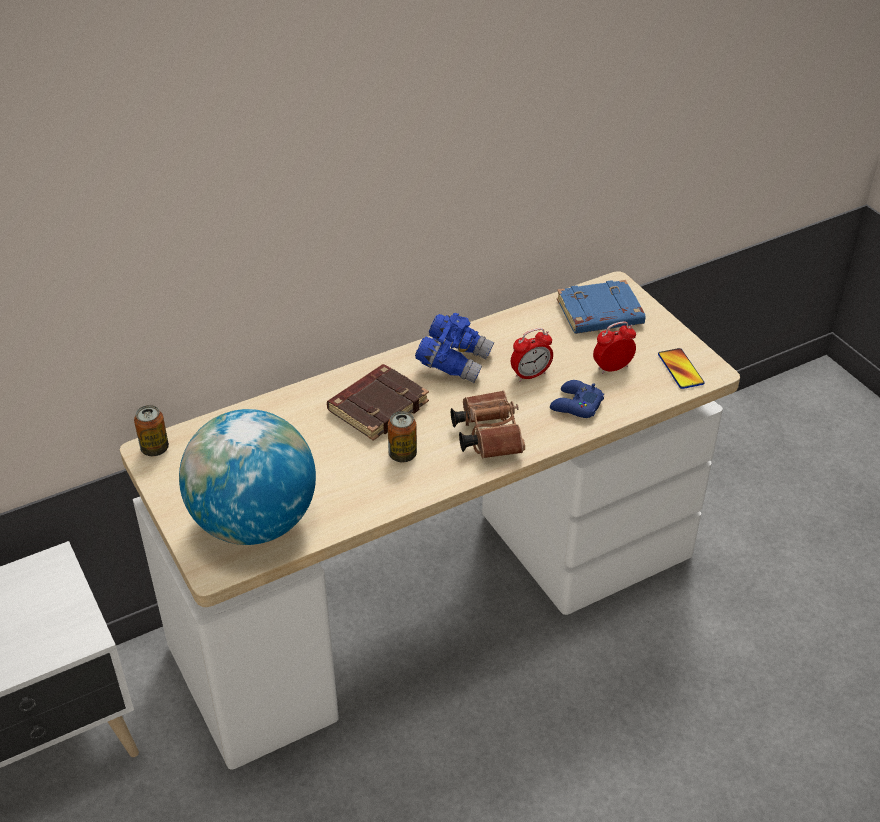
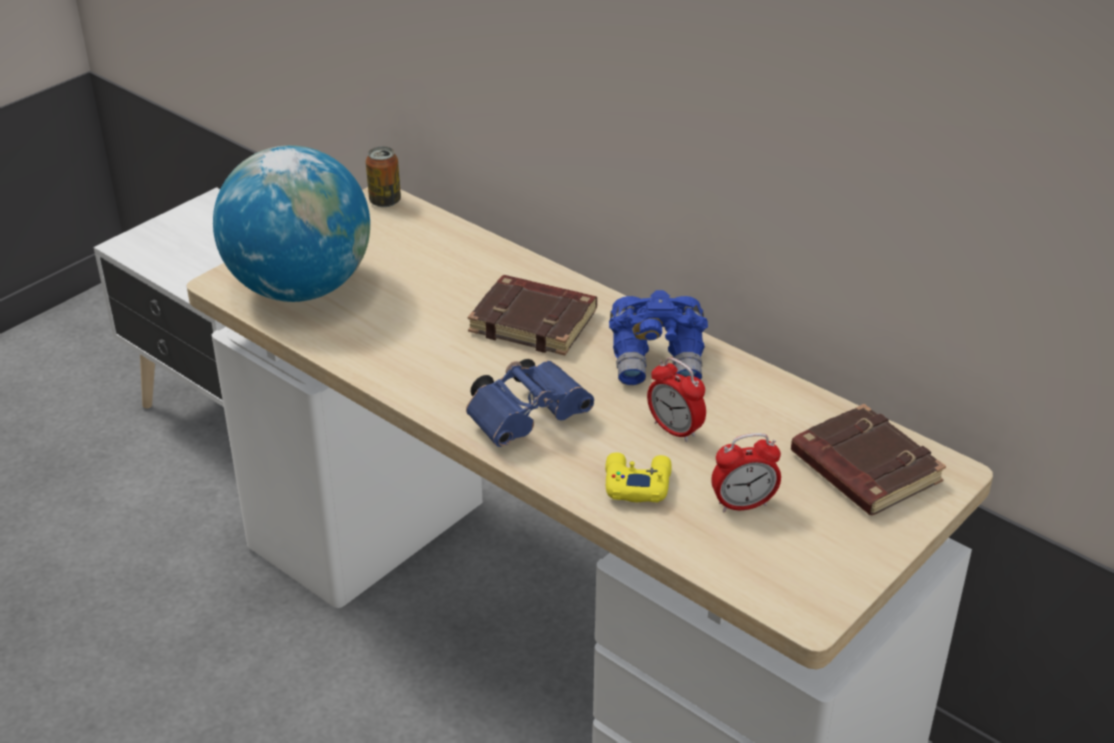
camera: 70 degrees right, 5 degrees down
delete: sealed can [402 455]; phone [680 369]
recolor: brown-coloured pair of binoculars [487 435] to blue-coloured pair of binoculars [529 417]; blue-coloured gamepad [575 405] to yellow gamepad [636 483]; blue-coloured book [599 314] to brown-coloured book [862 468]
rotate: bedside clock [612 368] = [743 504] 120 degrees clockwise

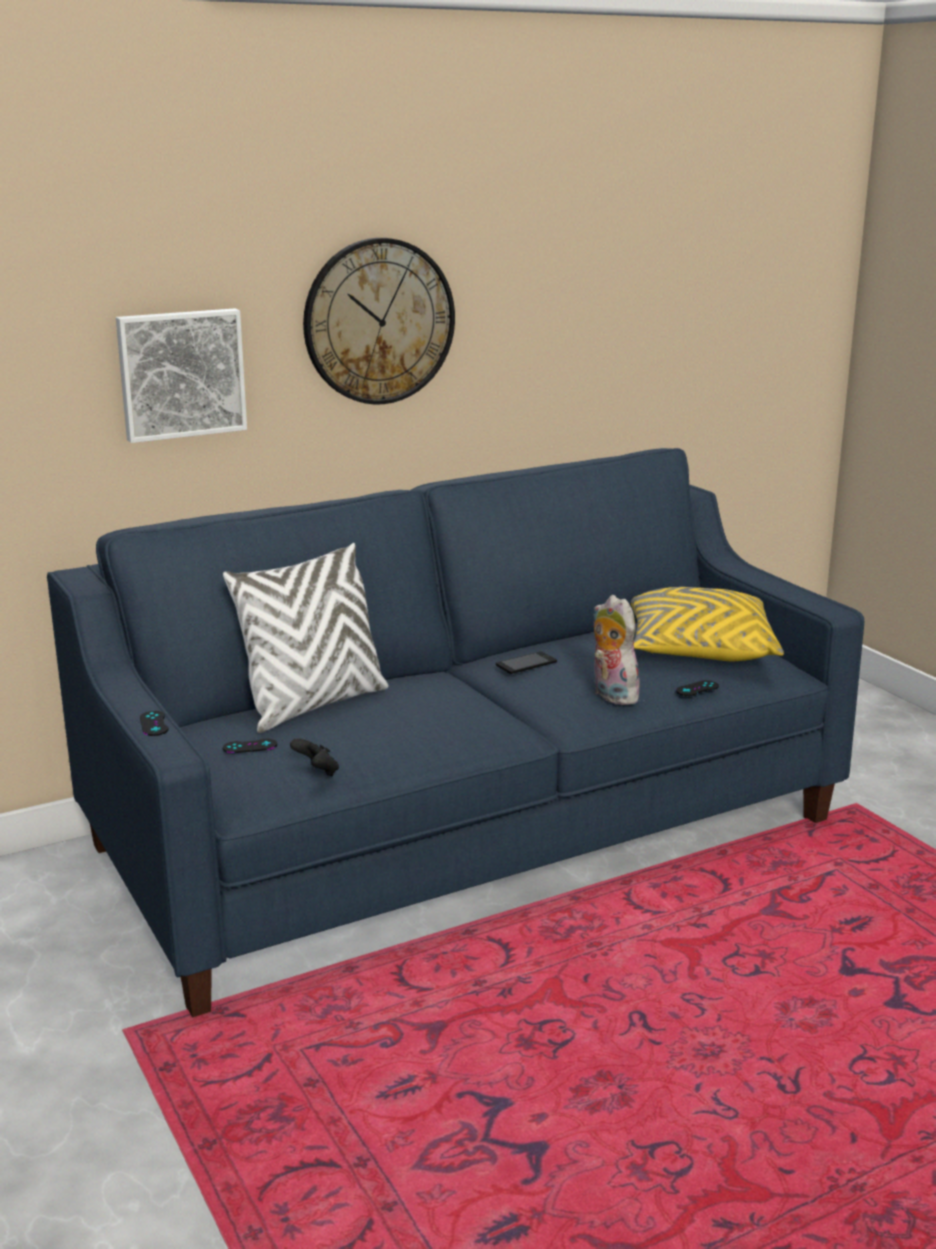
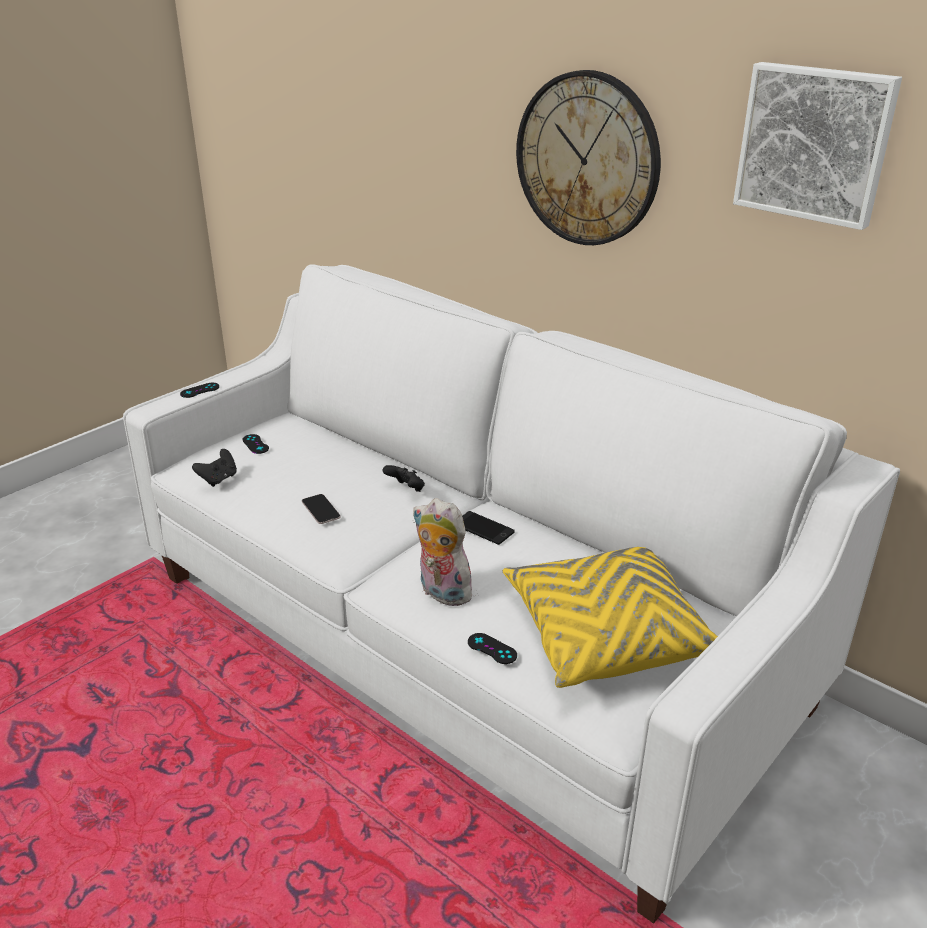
camera: 70 degrees right, 10 degrees up
delete: whitish pillow [313 705]
insert: phone [321 509]; blackish gamepad [406 489]
move: wall art [181 373] to [814 143]
recolor: blue-coloured settee [467 833] to whitish settee [465 639]
rotate: soft toy [611 695] = [441 593] 90 degrees counterclockwise

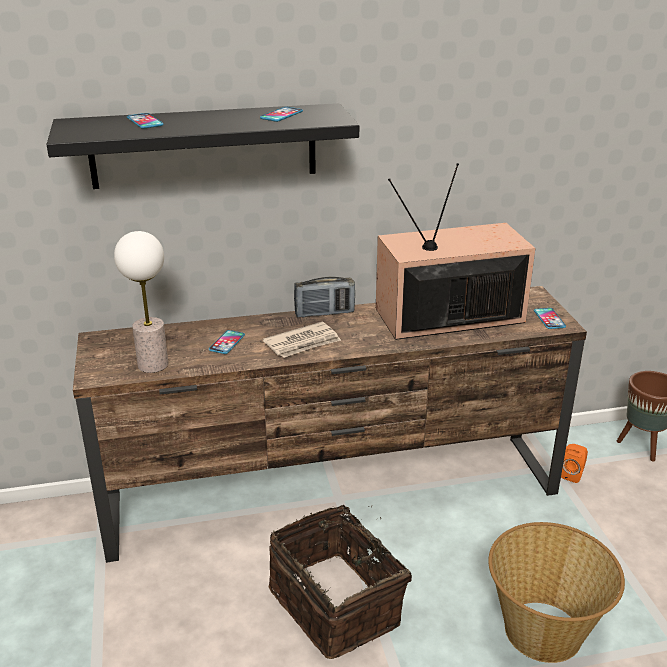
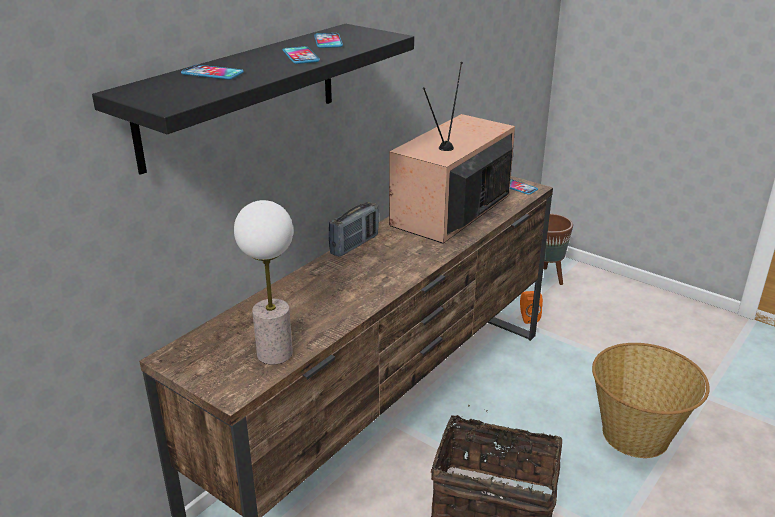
camera: 40 degrees left, 0 degrees up
delete: daily paper [303 343]
move: phone [227 342] to [300 56]

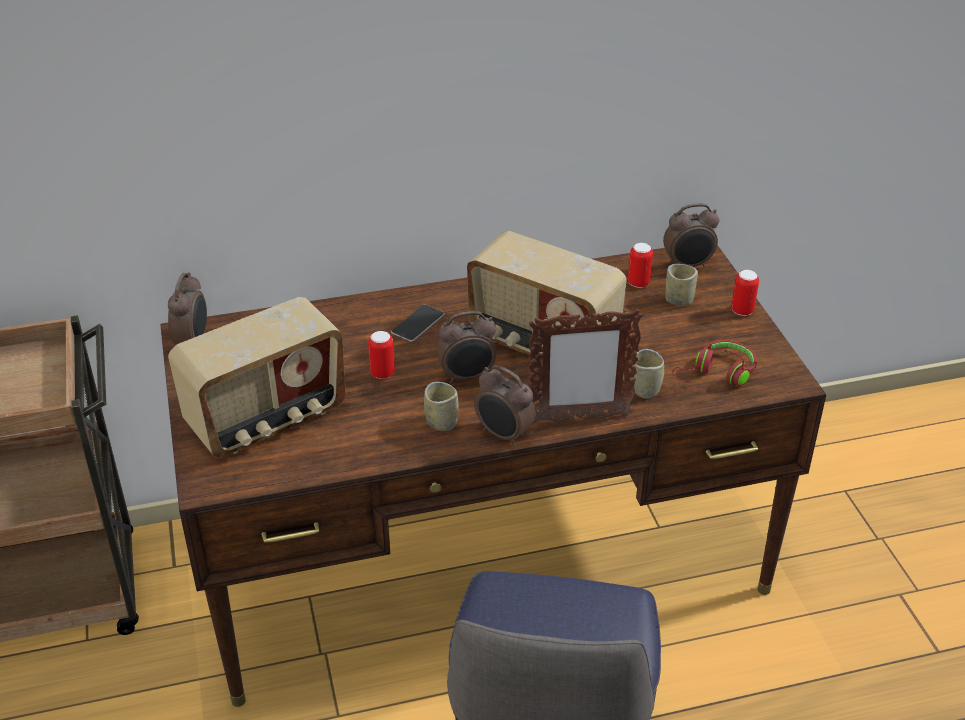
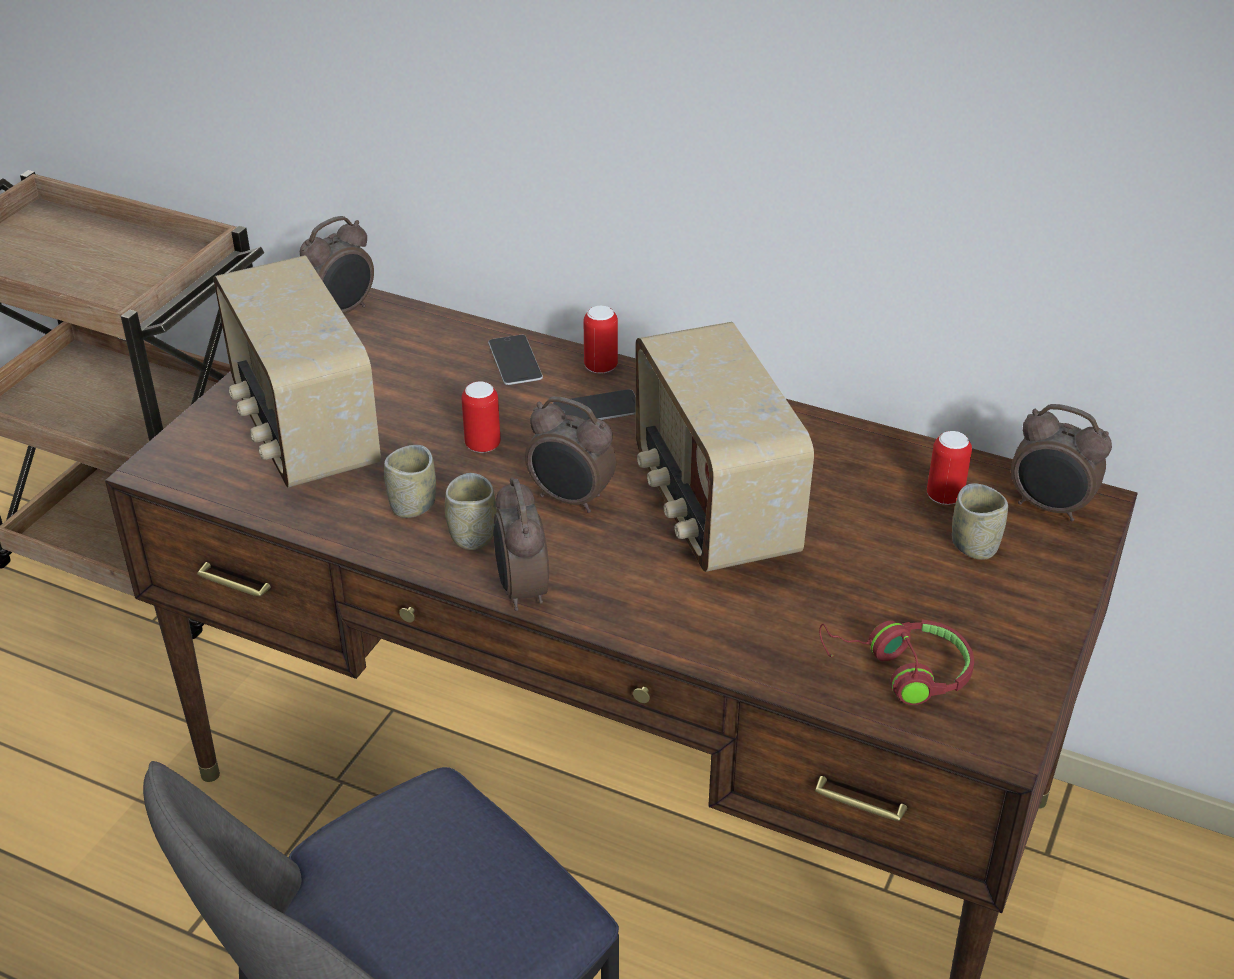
camera: 40 degrees right, 0 degrees up
delete: picture frame [579 418]
insert: phone [515 360]
move: drinking cup [645 389] to [413 505]; sealed can [742 311] to [601 367]
rotate: radio receiver [267 419] = [302 432] 60 degrees clockwise

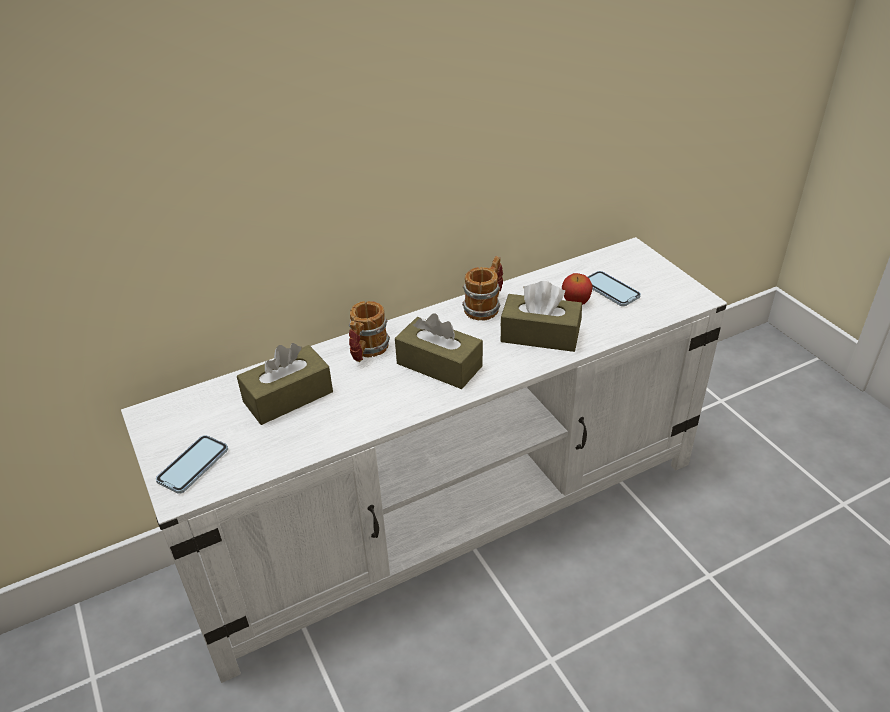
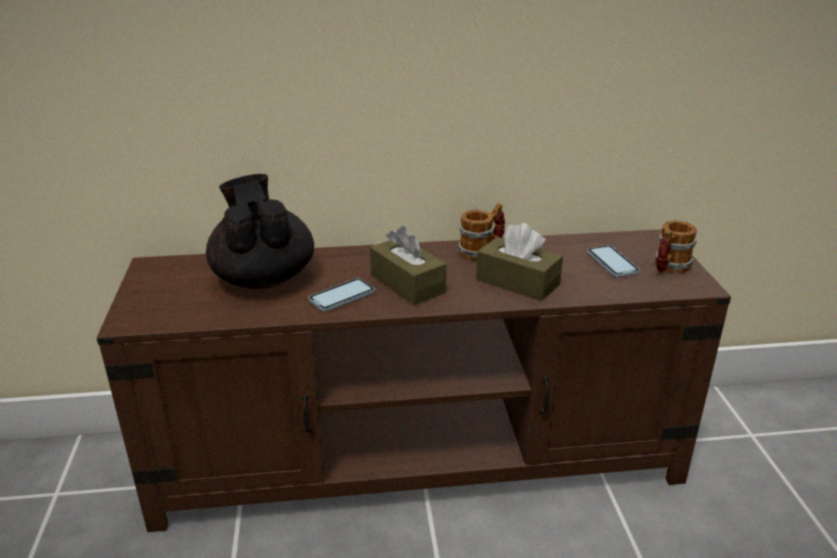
camera: 20 degrees right, 10 degrees down
delete: apple fruit [575 301]
move: phone [193 465] to [342 296]; coffee mug [367 351] to [668 268]
replace: brown-coloured tissue holder [288 397] to blackish tea pot [263 277]
recolor: whitish tv unit [451 514] to brown-coloured tv unit [420 458]

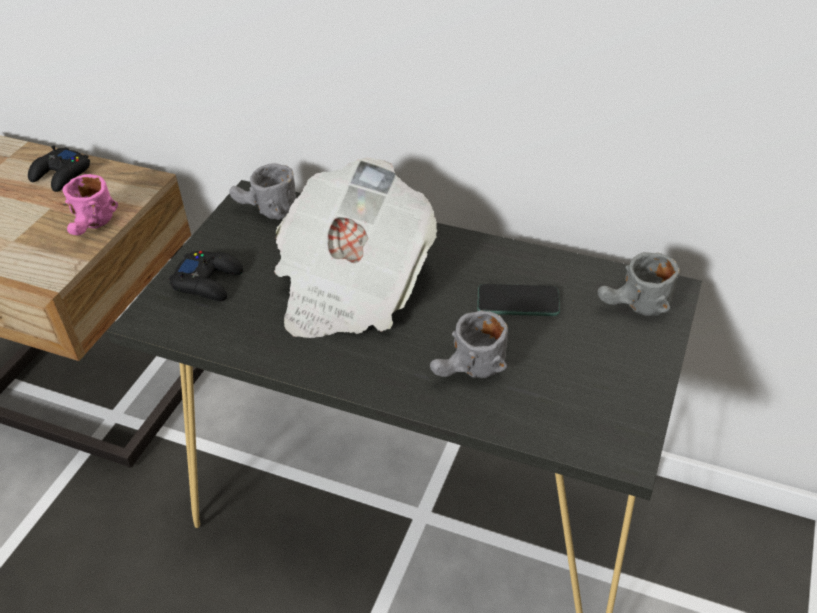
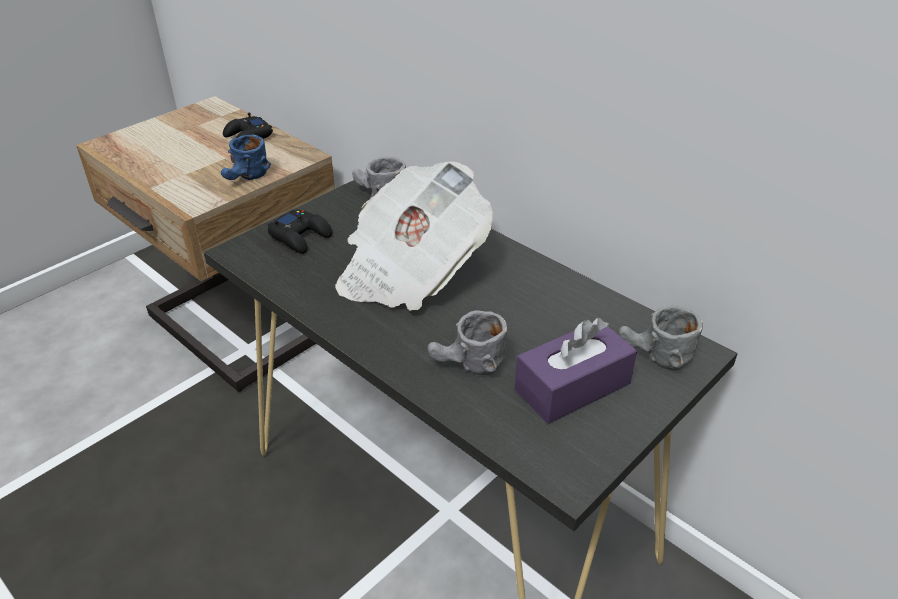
camera: 20 degrees right, 5 degrees down
delete: phone [518 301]
insert: purple tissue holder [572 386]
recolor: pink-coloured coffee mug [94 227] to blue-coloured coffee mug [247 178]

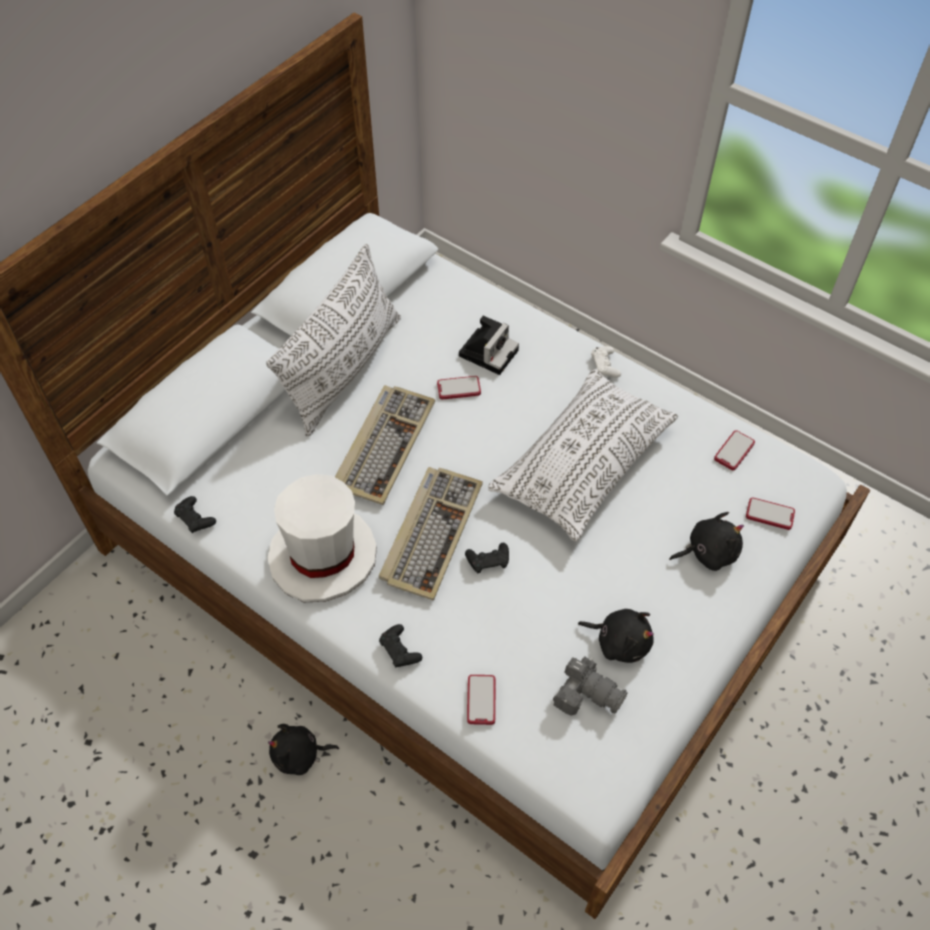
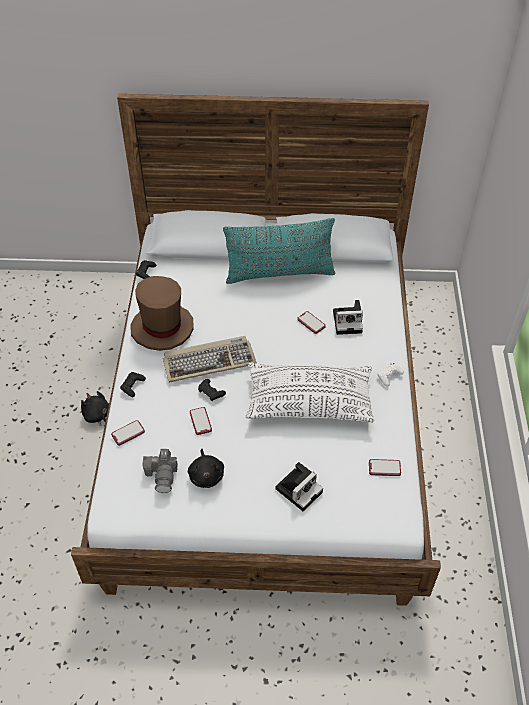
camera: 55 degrees right, 5 degrees down
delete: computer keyboard [384 445]
move: phone [769 514] to [200 421]
replace: blackish soft toy [708 552] to photo camera [299 489]
recolor: whitish pillow [344 370] to turquoise-coloured pillow [279 273]; whitish hat [323 556] to brown-coloured hat [162 328]

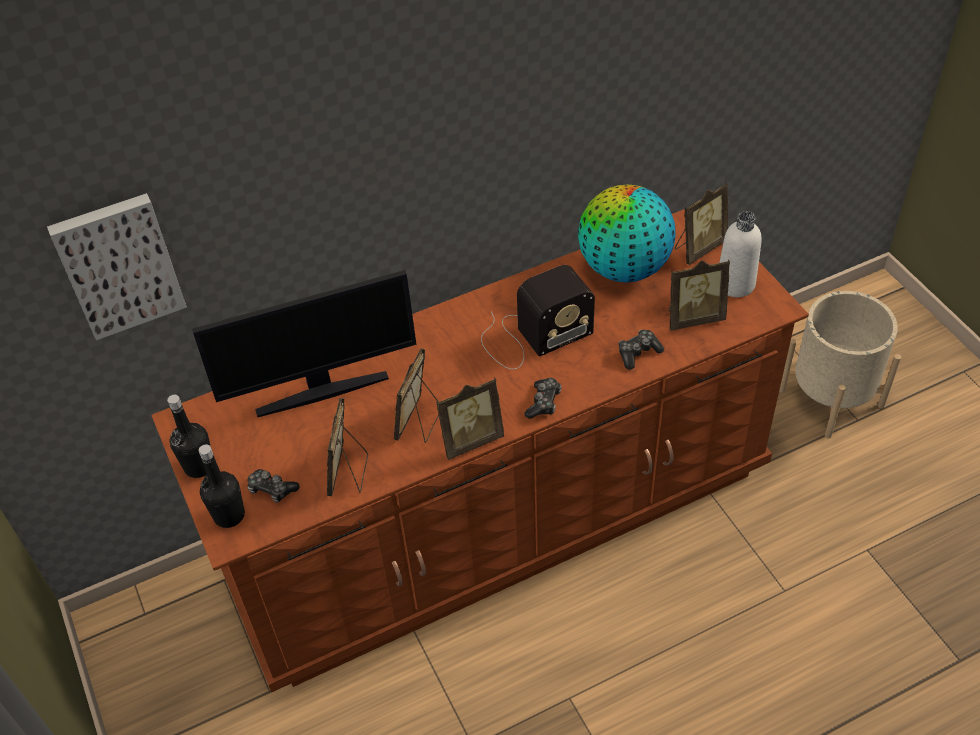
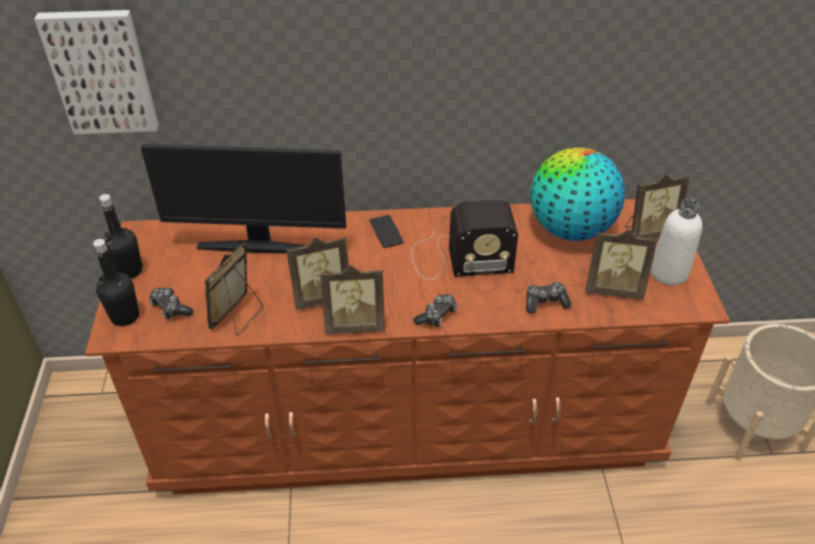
camera: 20 degrees right, 5 degrees down
insert: phone [386 232]
rotate: picture frame [419 422] = [321 296] 150 degrees counterclockwise

